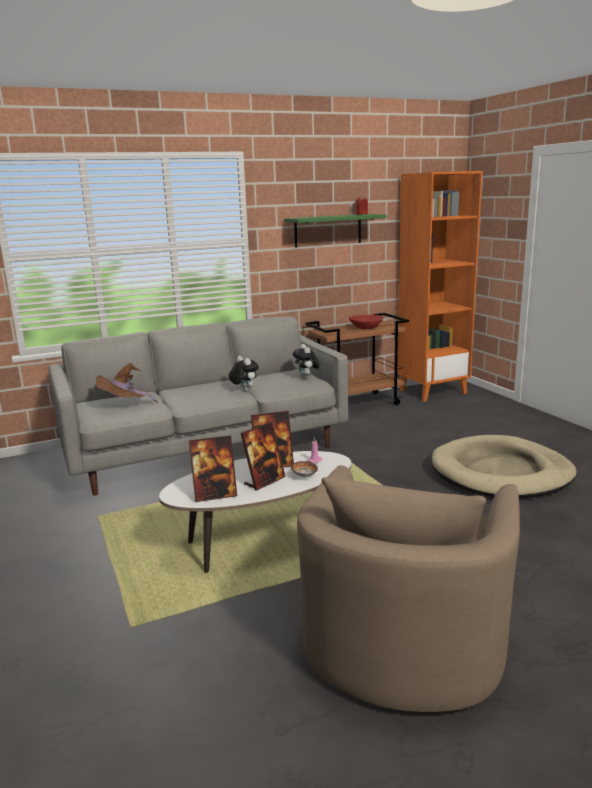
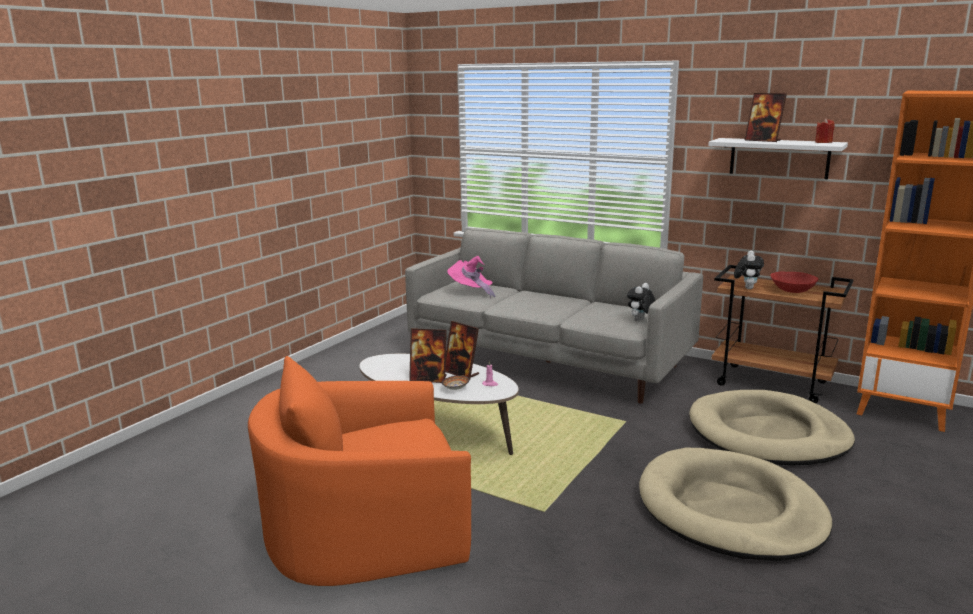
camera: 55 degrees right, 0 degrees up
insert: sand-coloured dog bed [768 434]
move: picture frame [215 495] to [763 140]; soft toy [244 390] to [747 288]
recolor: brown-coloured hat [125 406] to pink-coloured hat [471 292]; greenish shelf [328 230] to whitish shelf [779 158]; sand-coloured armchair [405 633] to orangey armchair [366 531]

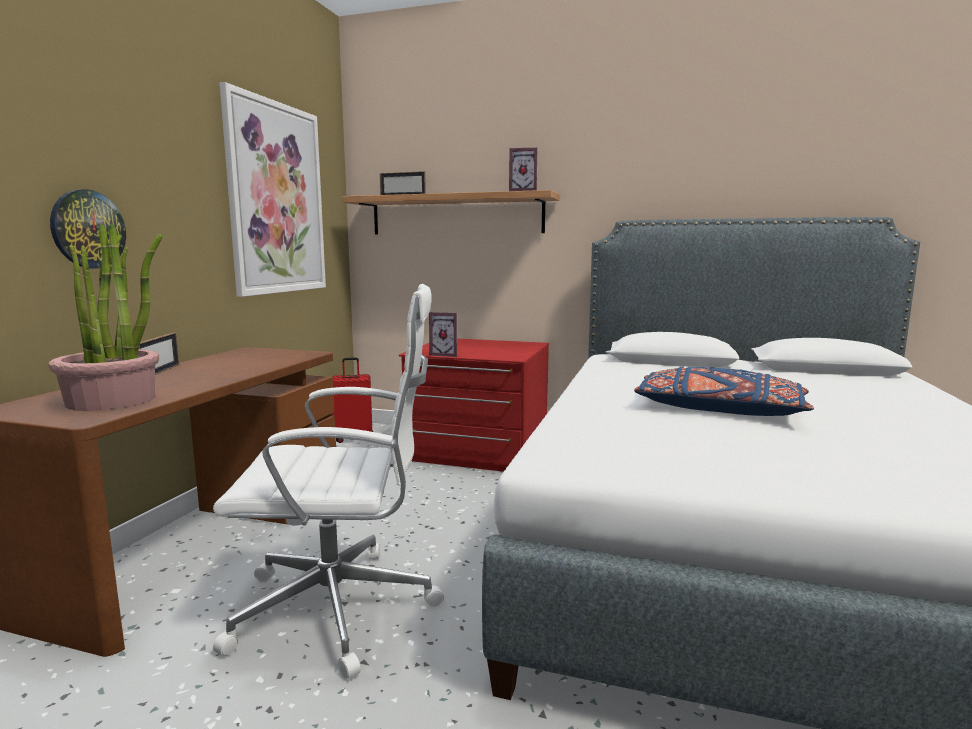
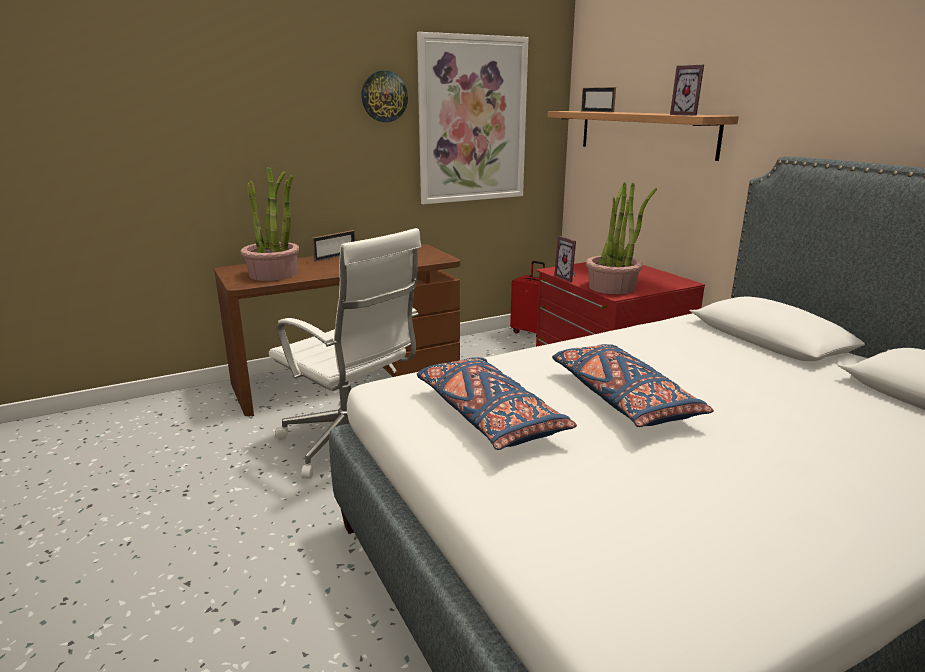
camera: 45 degrees right, 10 degrees up
insert: blue-coloured pillow [488 417]; houseplant [612 287]
move: wall clock [88 229] to [384 96]

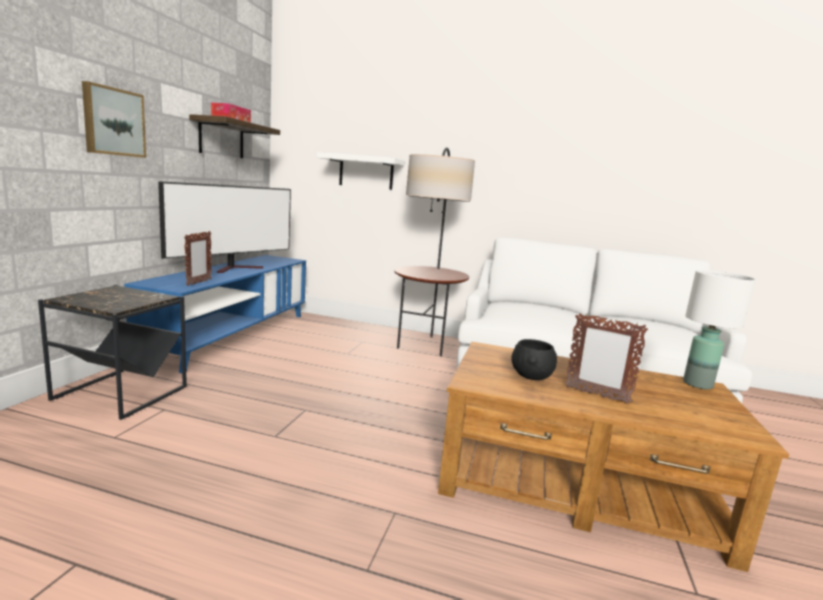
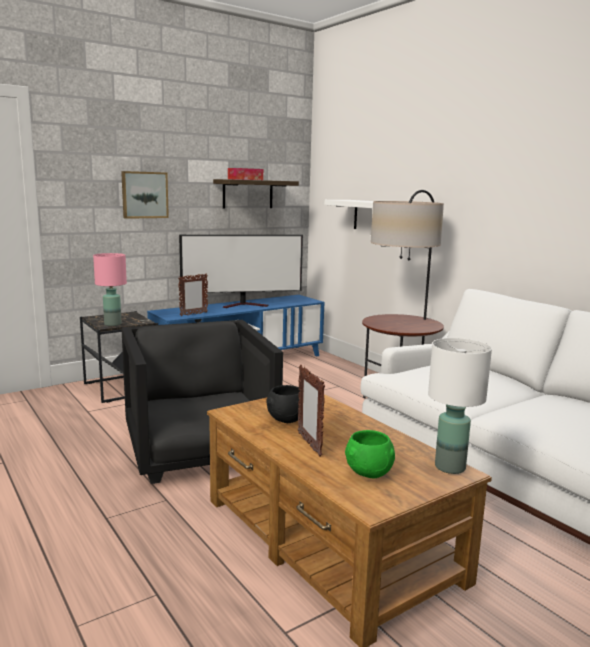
camera: 40 degrees right, 0 degrees up
insert: pink-coloured tabletop lamp [112 324]; blackish armchair [199 450]; greenish deep dish [367 474]

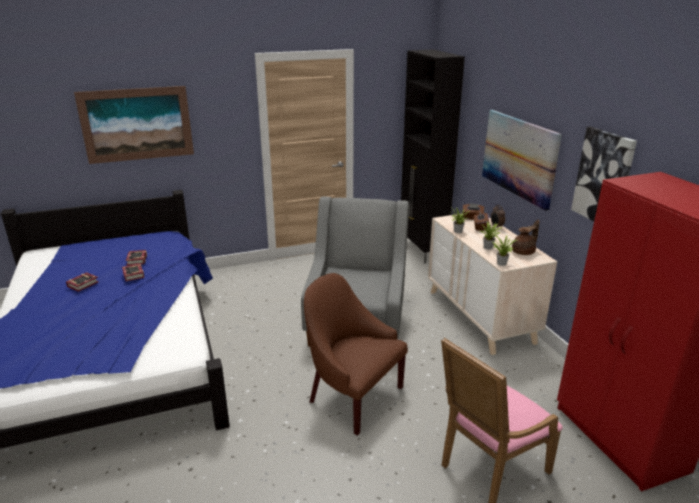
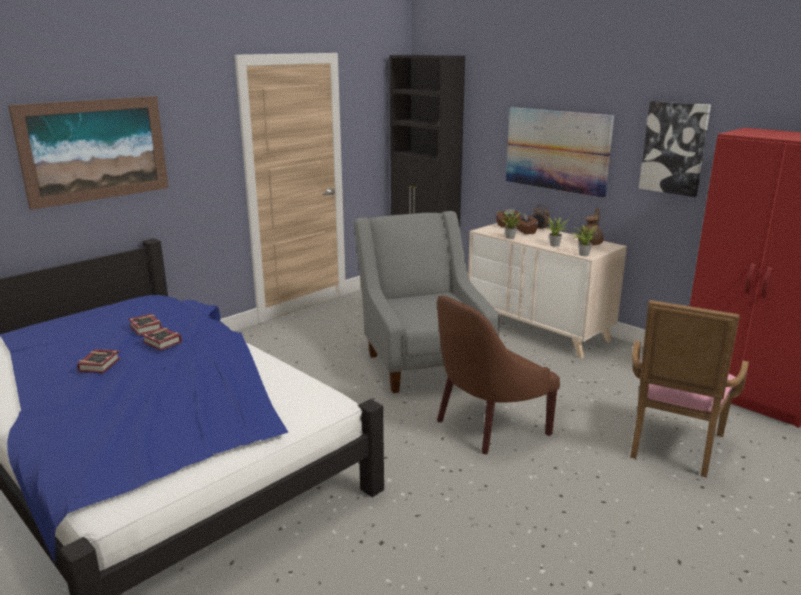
camera: 25 degrees left, 5 degrees down
rotate: brown-coloured armchair [352 396] = [487 425] 45 degrees counterclockwise

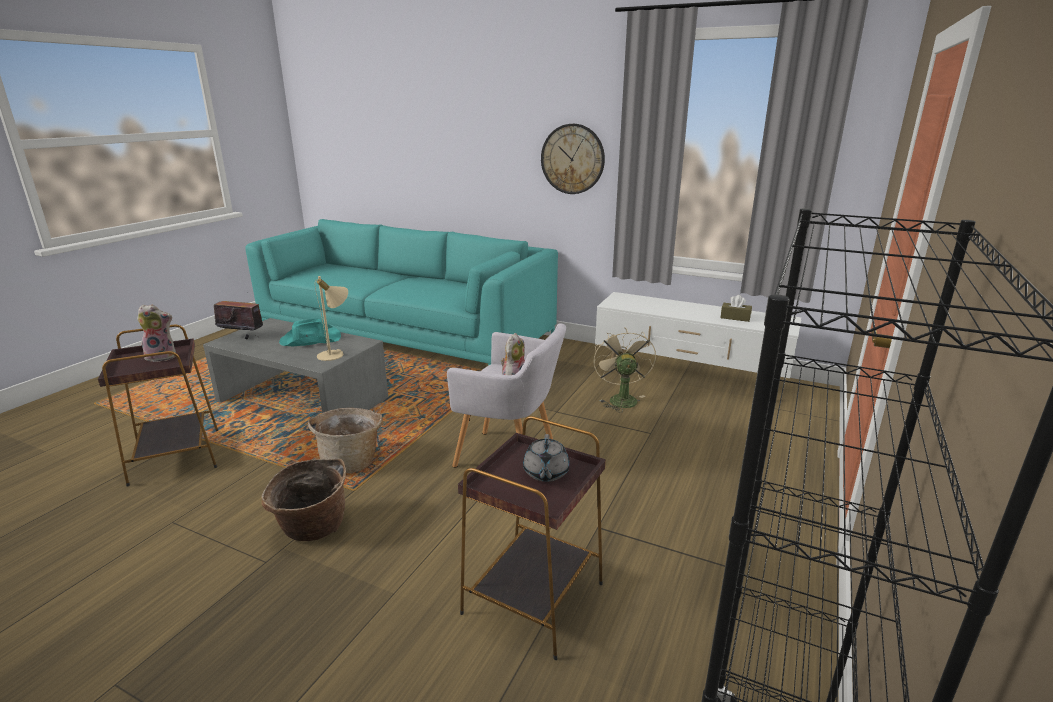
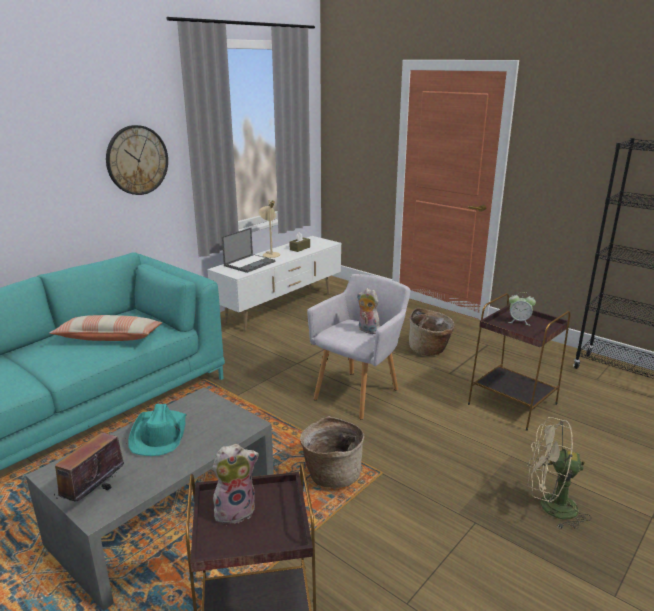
camera: 75 degrees left, 0 degrees up
insert: pillow [109 338]; notebook computer [250 263]
move: storage basket [312 528] to [429 350]; sand-coloured tabletop lamp [335 354] to [270 254]; sand-coloured electric fan [620 398] to [549 507]
replace: greyish tea pot [545 473] to bedside clock [519 321]
rotate: soft toy [163 357] = [235 510] 60 degrees clockwise

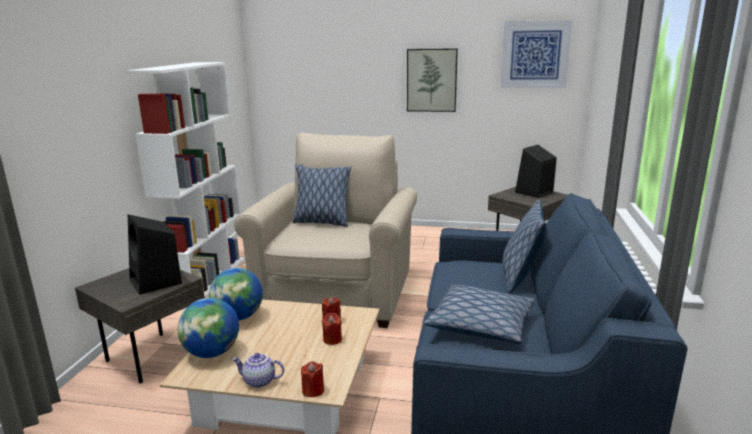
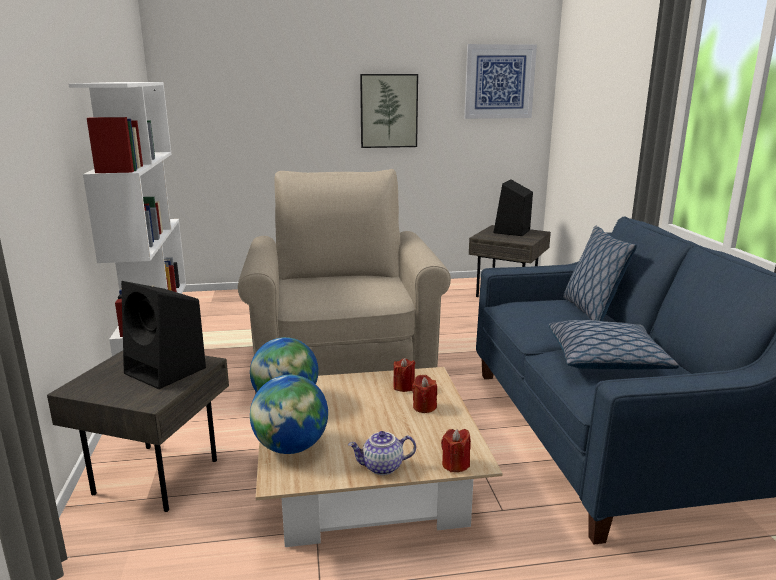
camera: 20 degrees left, 0 degrees up
delete: pillow [322 222]

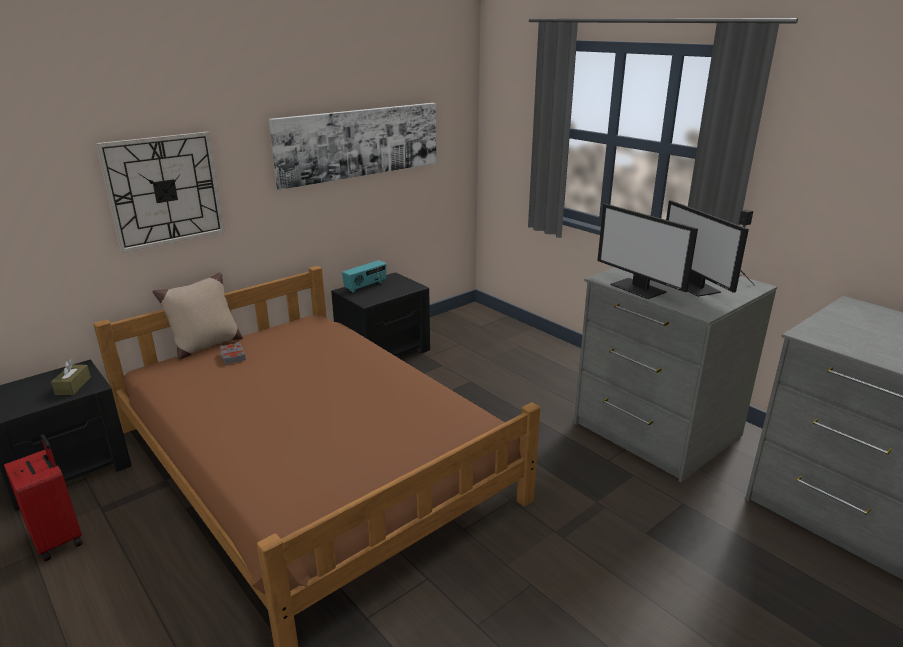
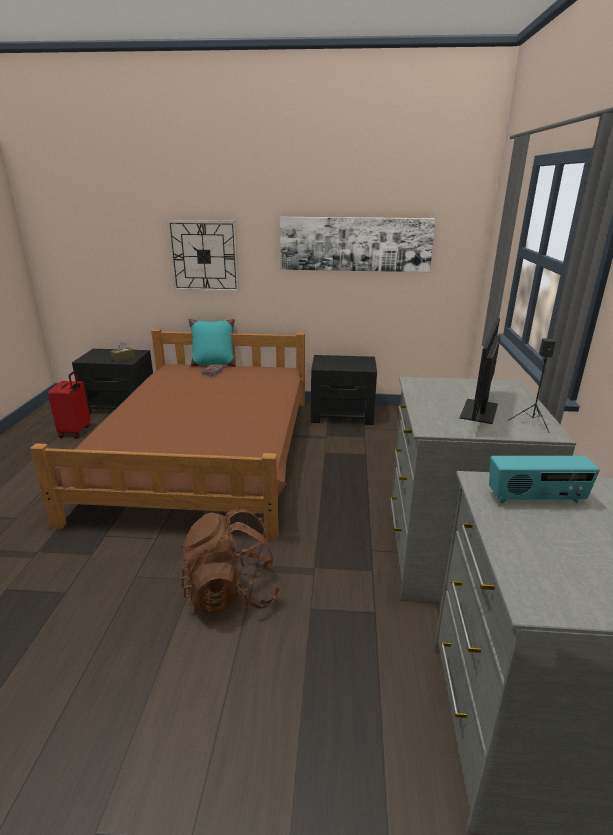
camera: 45 degrees right, 0 degrees up
delete: computer screen [639 288]
insert: brown-coloured backpack [231 593]
move: radio receiver [365 286] to [536 498]
recolor: sand-coloured pillow [205 346] to turquoise-coloured pillow [213 364]

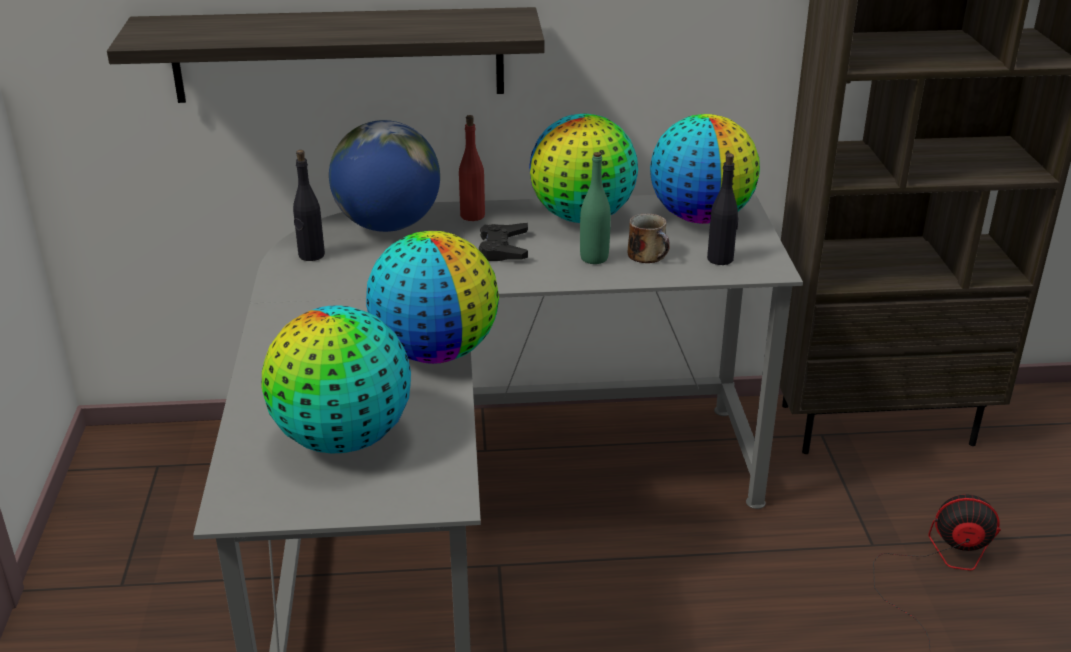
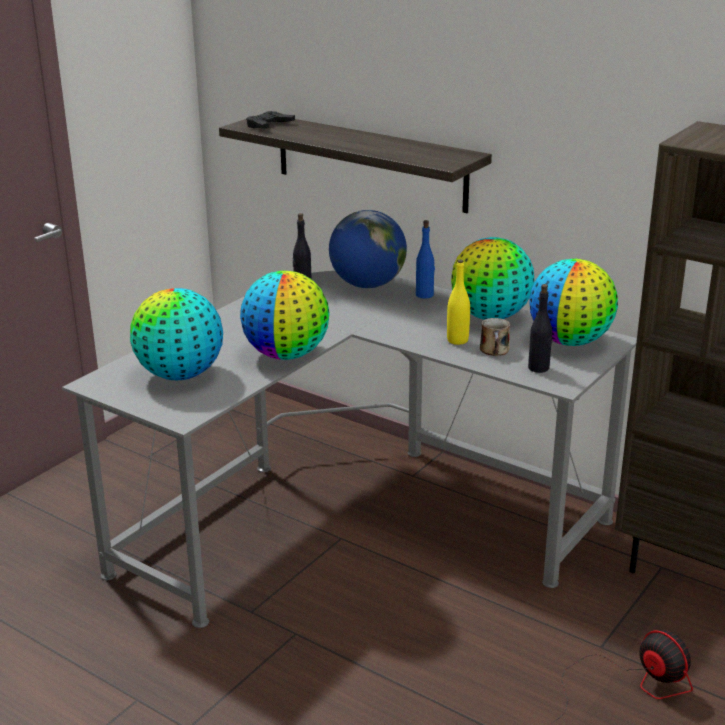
camera: 40 degrees right, 5 degrees down
move: blackish gamepad [503 248] to [269 125]
recolor: red-coloured bottle [472 215] to blue-coloured bottle [424 295]; greenish bottle [594 258] to yellow bottle [457 340]

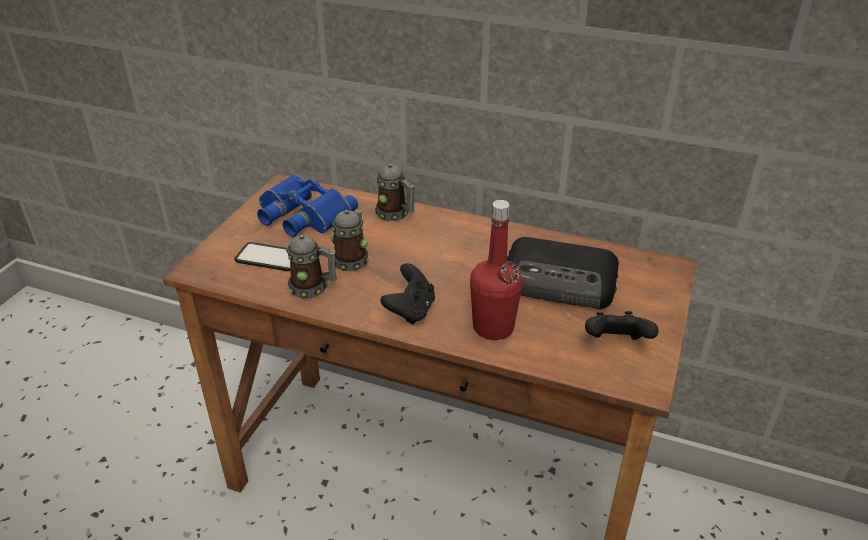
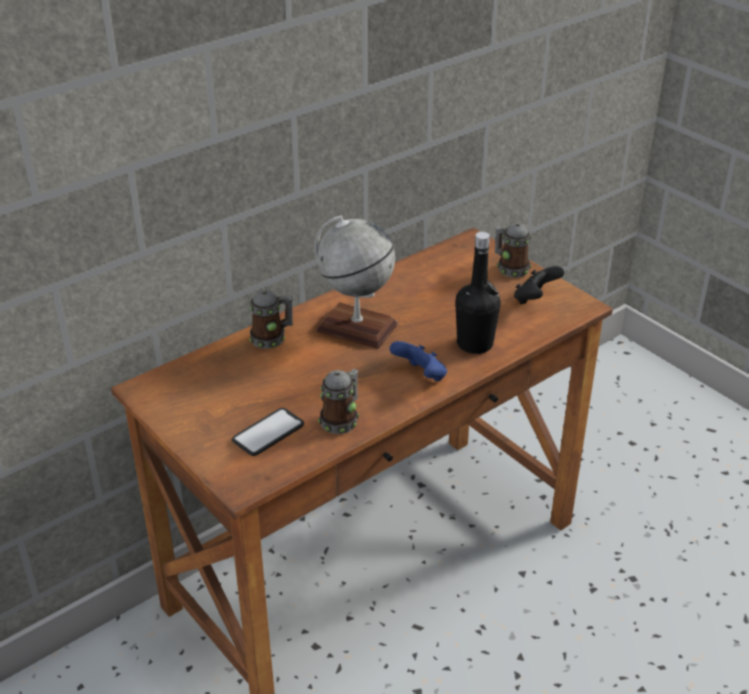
camera: 60 degrees left, 0 degrees up
delete: blue-coloured pair of binoculars [301 215]; radio receiver [561 282]
insert: world globe [356 327]
move: coffee mug [352 258] to [510 268]
recolor: blackish gamepad [410 311] to blue-coloured gamepad [420 376]; red-coloured bottle [493 327] to blackish bottle [475 344]

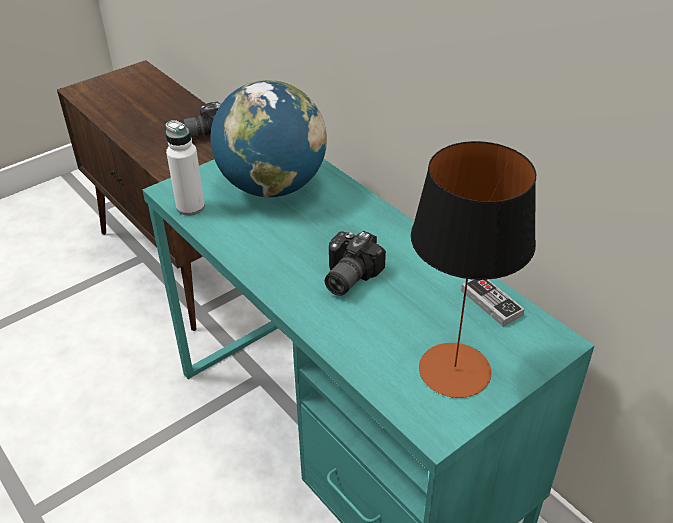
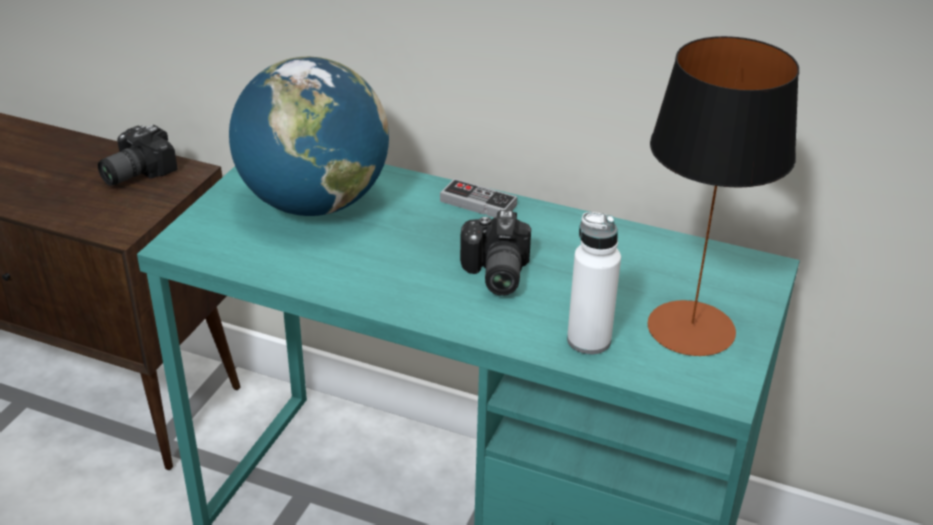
camera: 30 degrees left, 5 degrees down
move: whitish bottle [190 207] to [589 340]; gamepad [491 303] to [478 203]

